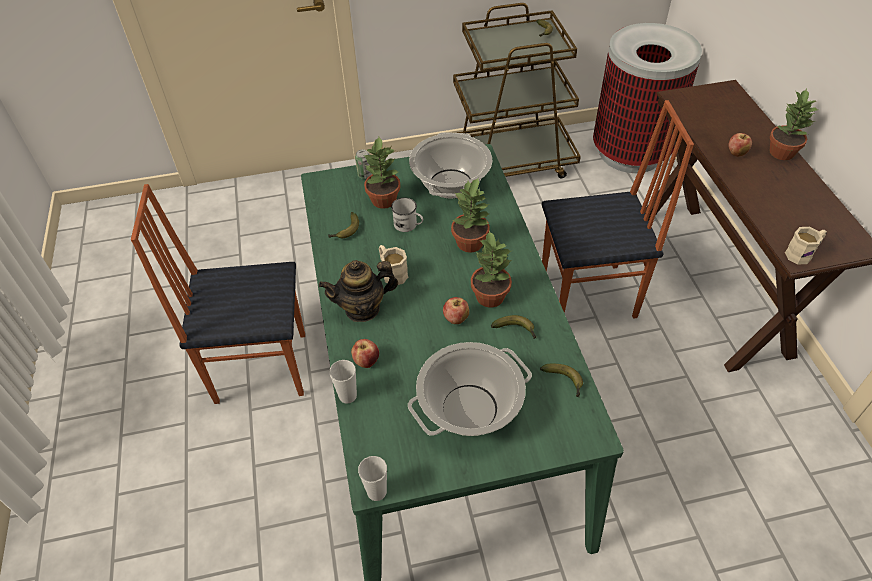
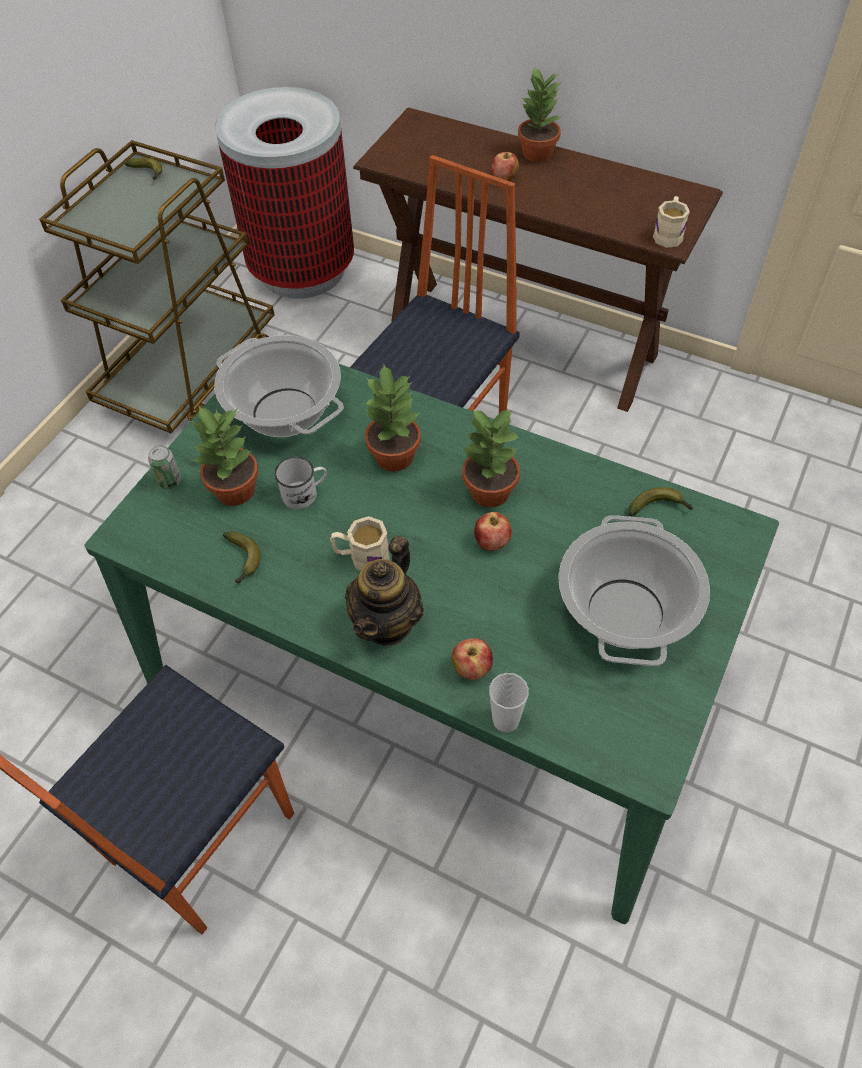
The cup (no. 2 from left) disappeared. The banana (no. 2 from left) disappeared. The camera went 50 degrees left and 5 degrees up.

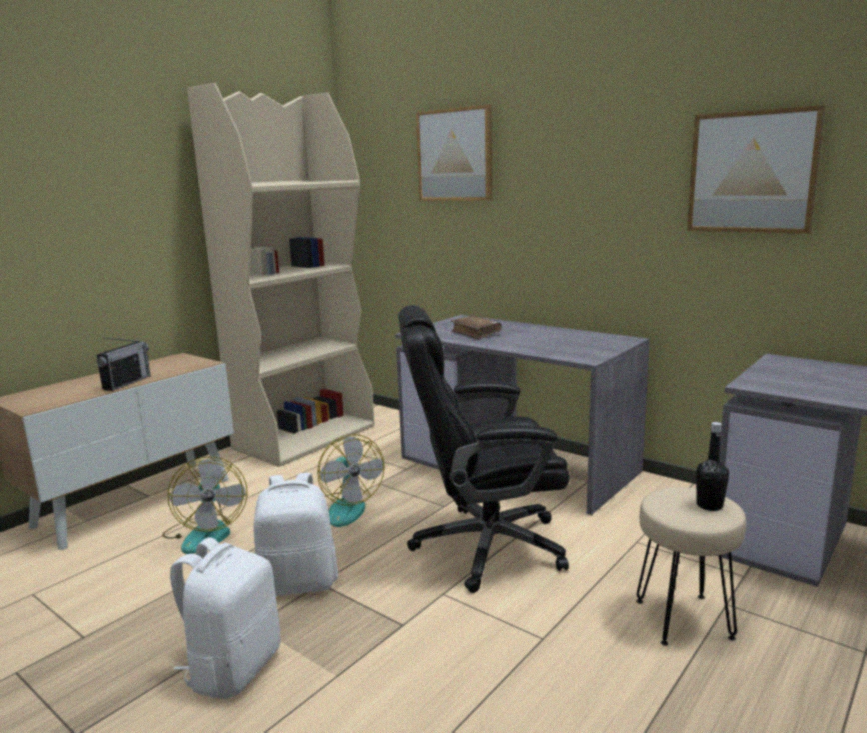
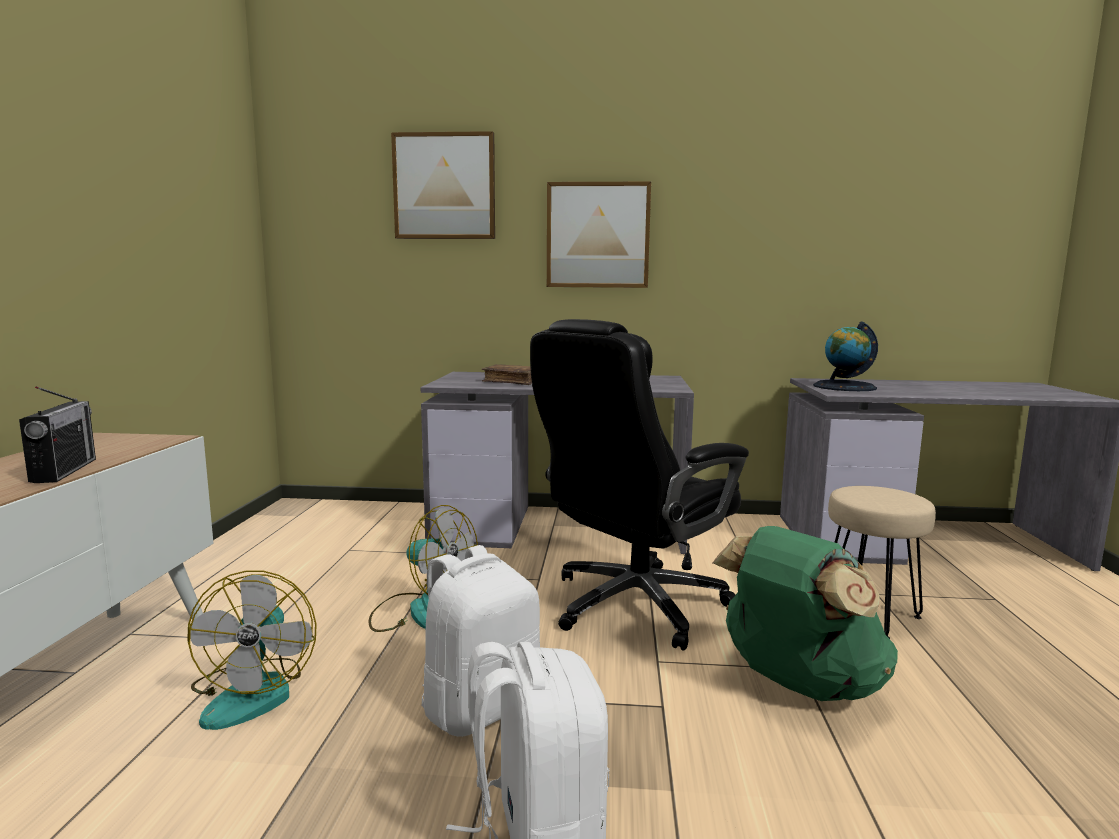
The beige bookcase disappeared. The black bottle disappeared. The green backpack appeared. The globe appeared. The picture (no. 2 from left) moved. The fan (no. 1 from left) turned 45 degrees clockwise. The camera went 35 degrees left and 5 degrees down.

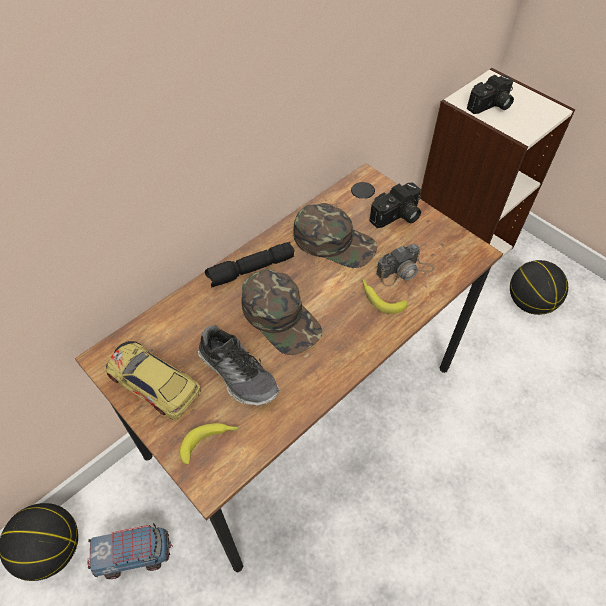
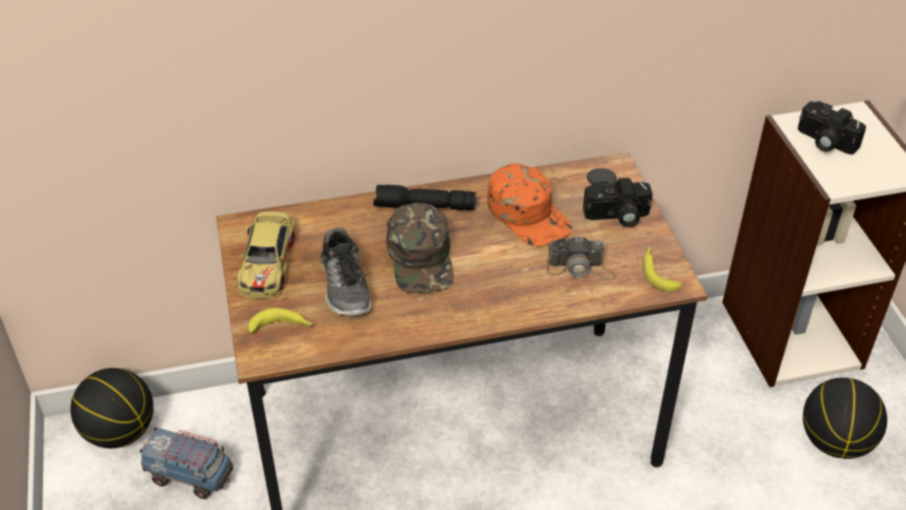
The banana (no. 2 from left) moved. The green cap (no. 2 from left) became the orange cap. The toy car turned 150 degrees counterclockwise. The photo camera (no. 3 from left) turned 45 degrees clockwise. The camera went 30 degrees right and 10 degrees down.

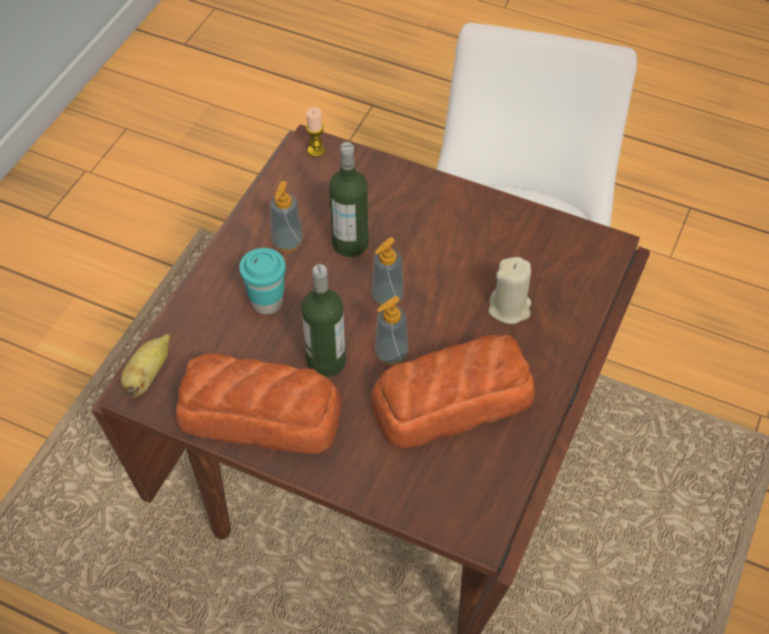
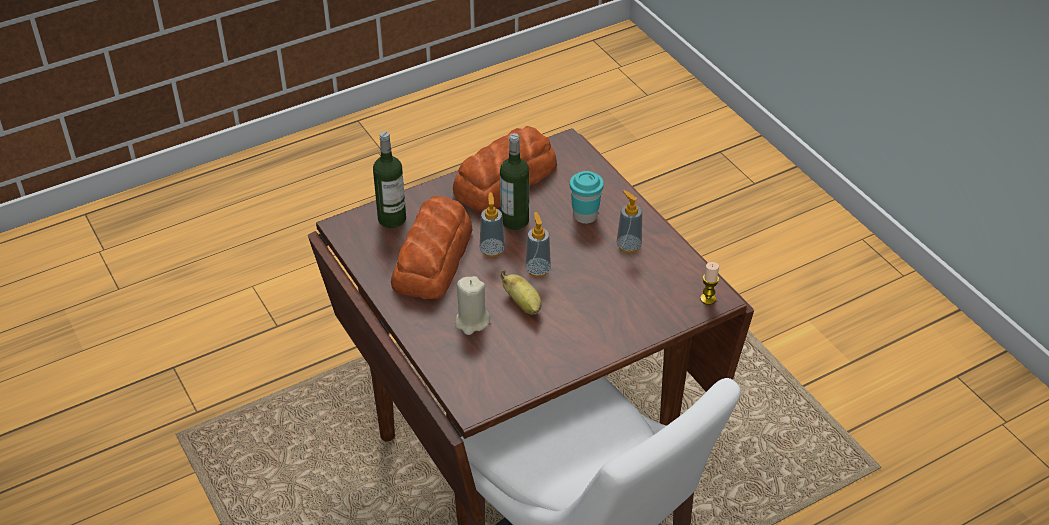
The banana moved. The bottle (no. 2 from left in the first image) moved. The camera went 125 degrees right and 10 degrees down.

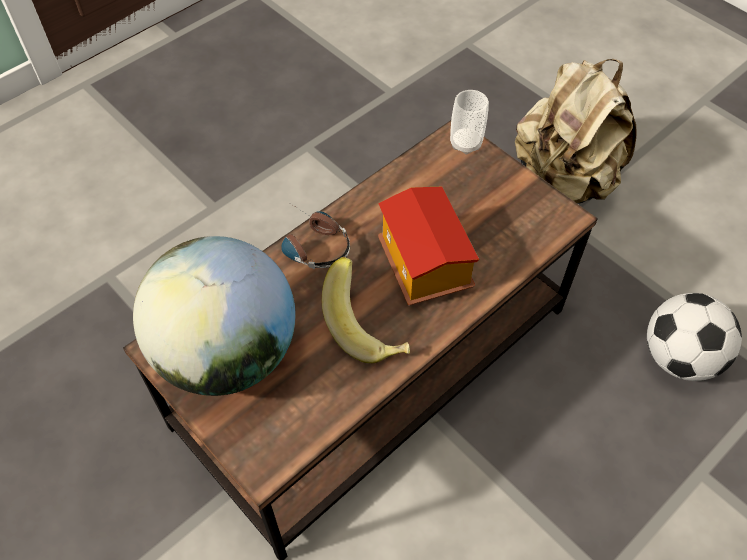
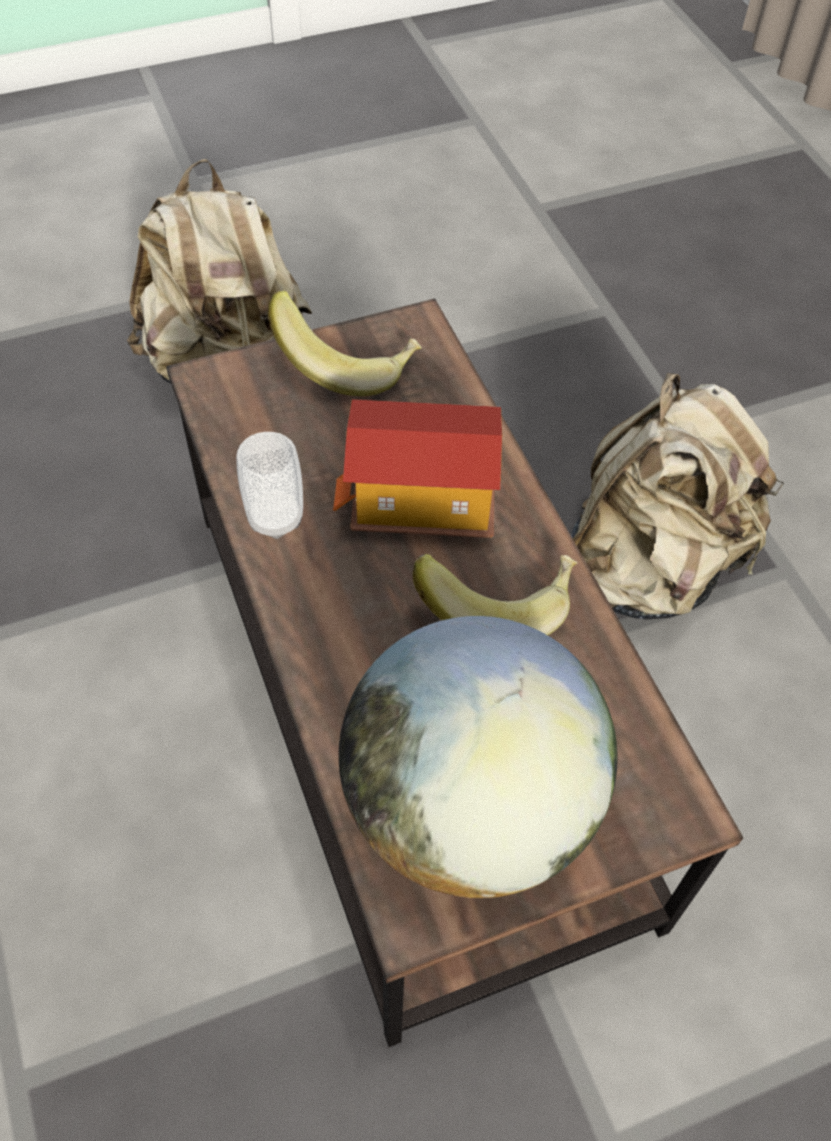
The headphones disappeared. The football disappeared. The banana (no. 1 from left) appeared. The beige backpack (no. 2 from left) appeared. The cup moved. The camera went 70 degrees left and 0 degrees up.

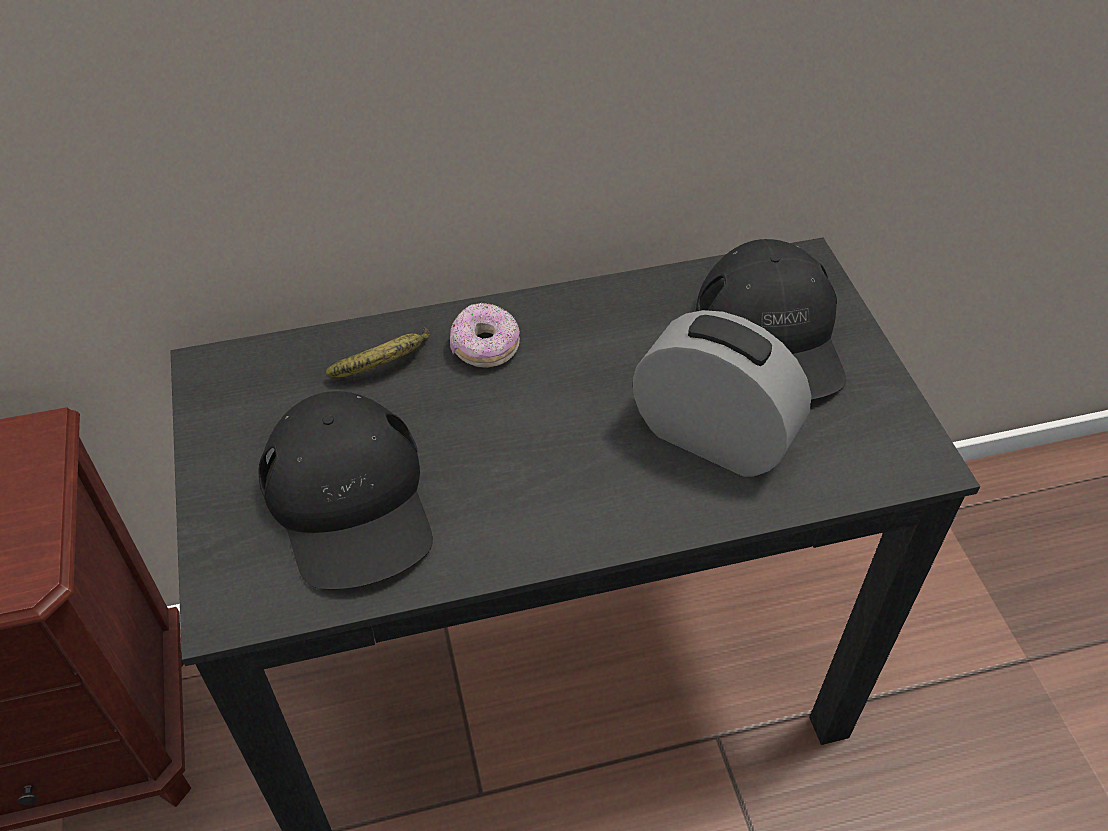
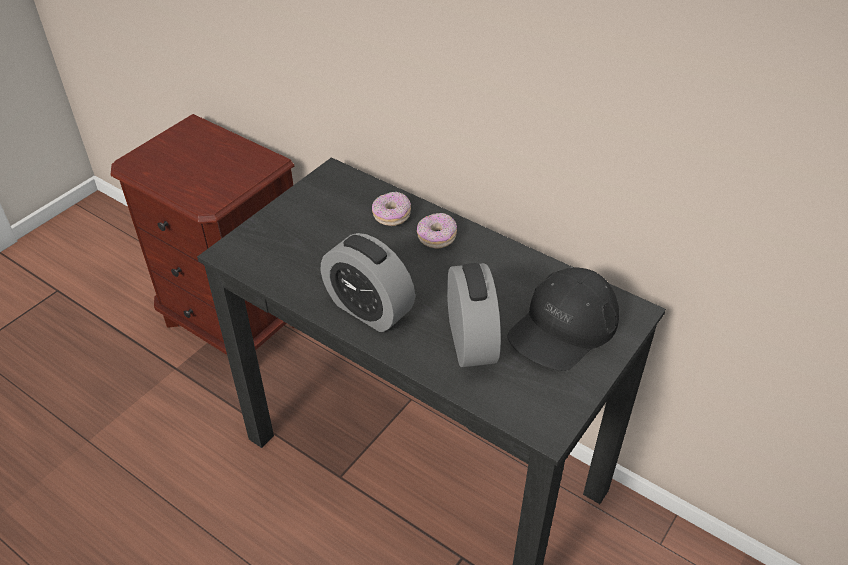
The black cap (no. 1 from left) disappeared. The alarm clock (no. 1 from left) appeared. The banana was replaced by the donut (no. 1 from left). The camera went 50 degrees right and 5 degrees down.

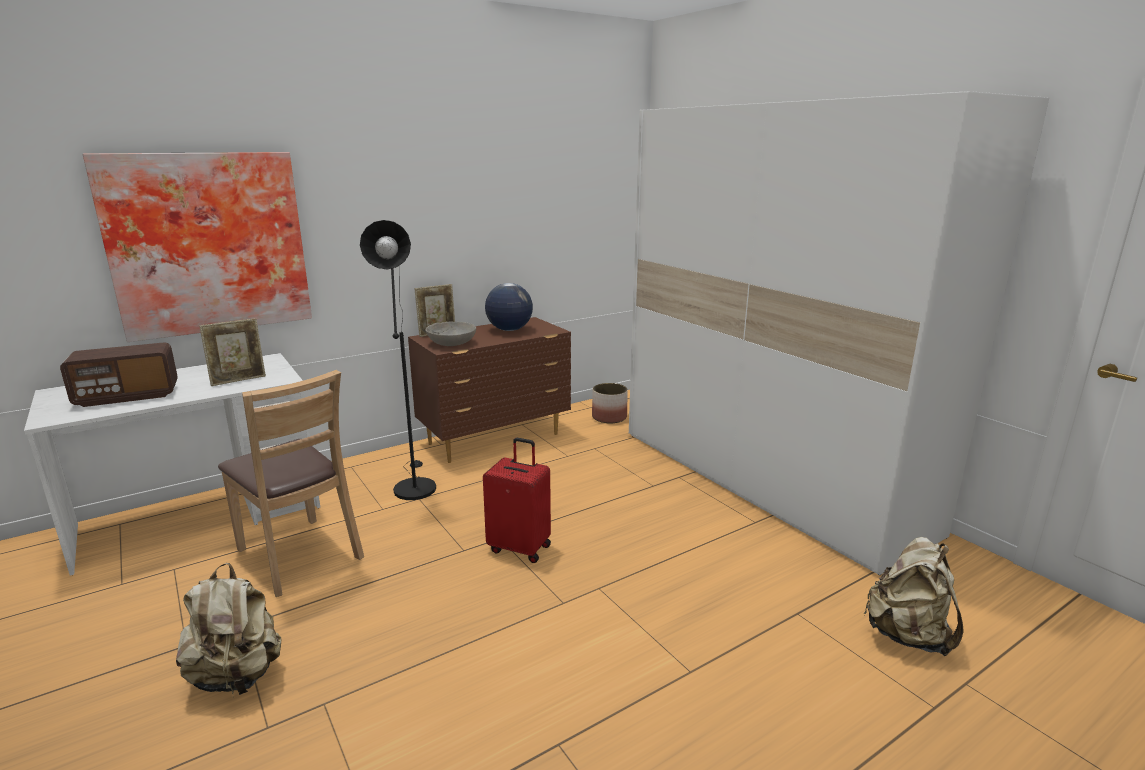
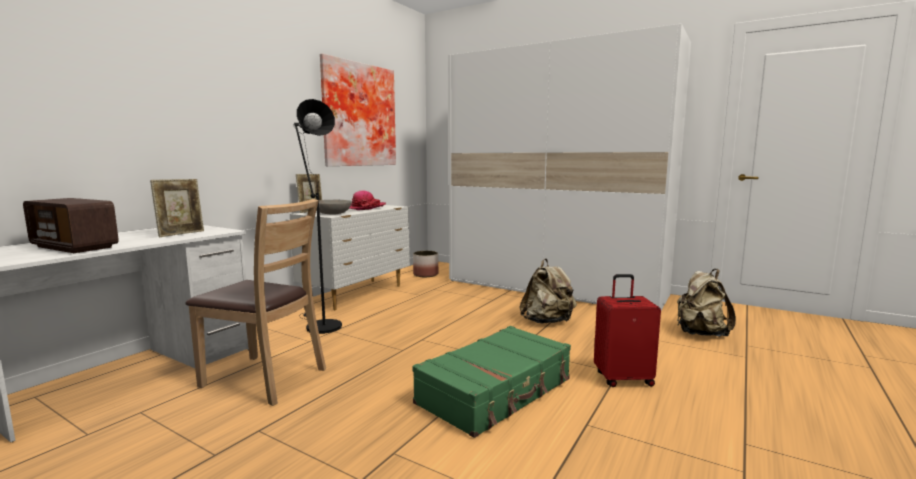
The green suitcase appeared. The picture moved. The beige backpack (no. 1 from left) moved. The red suitcase moved. The globe was replaced by the hat. The brown dresser became the white dresser. The radio turned 75 degrees clockwise. The camera went 25 degrees left and 10 degrees down.

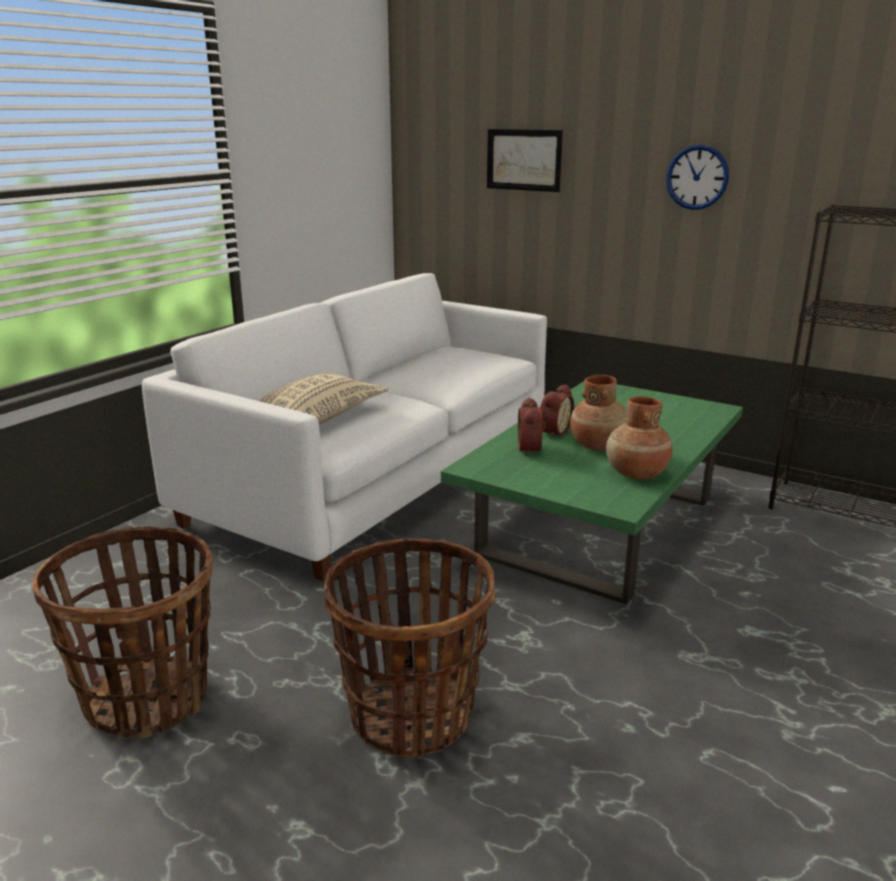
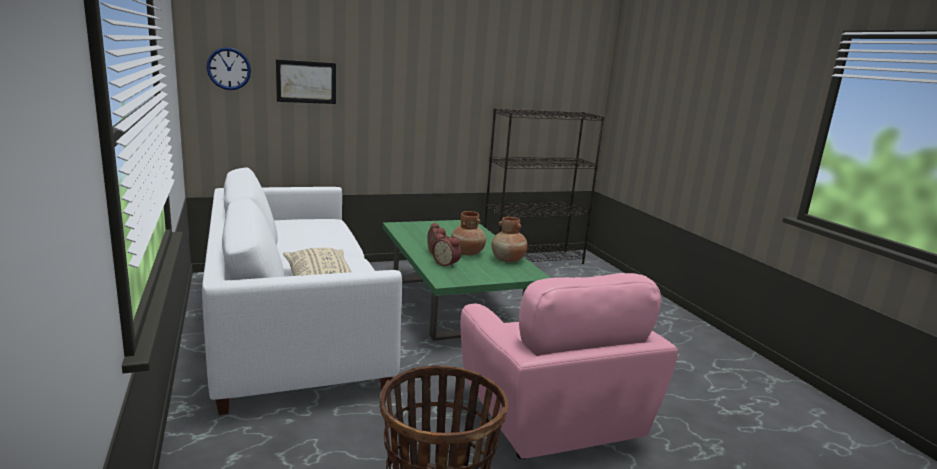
The wall clock moved. The basket (no. 2 from left) was replaced by the pink armchair. The camera went 55 degrees left and 5 degrees down.

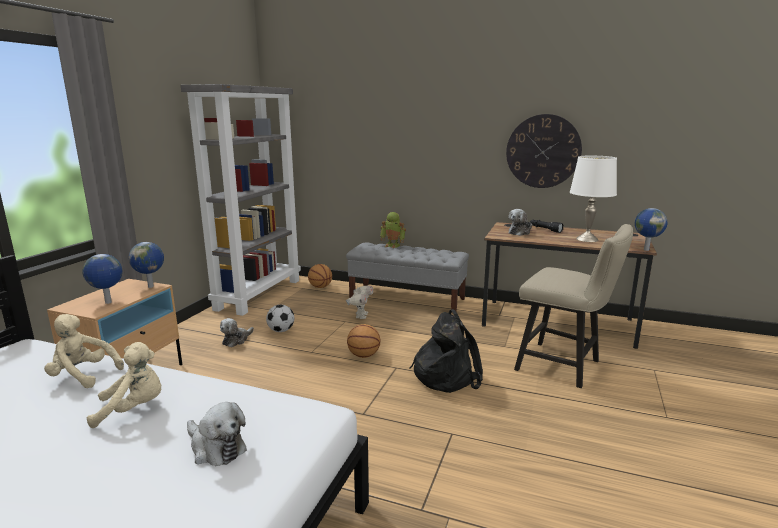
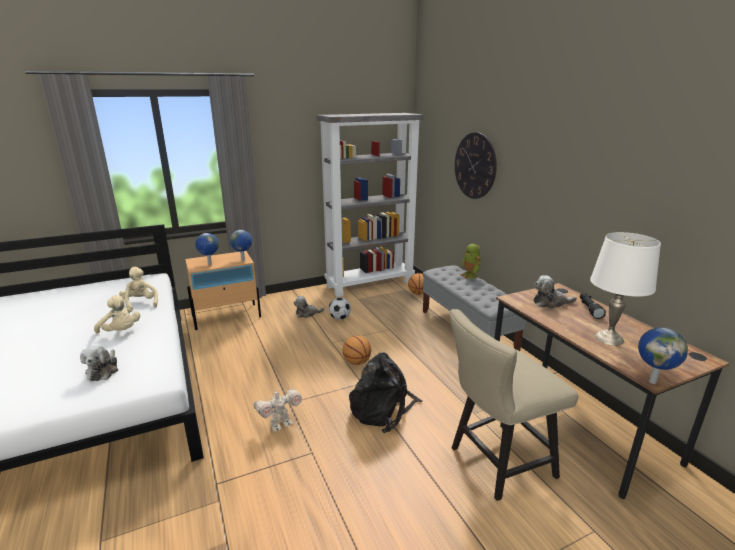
The toy robot (no. 1 from left) moved. The wall clock moved. The beige chair turned 75 degrees clockwise. The camera went 45 degrees right and 5 degrees up.

